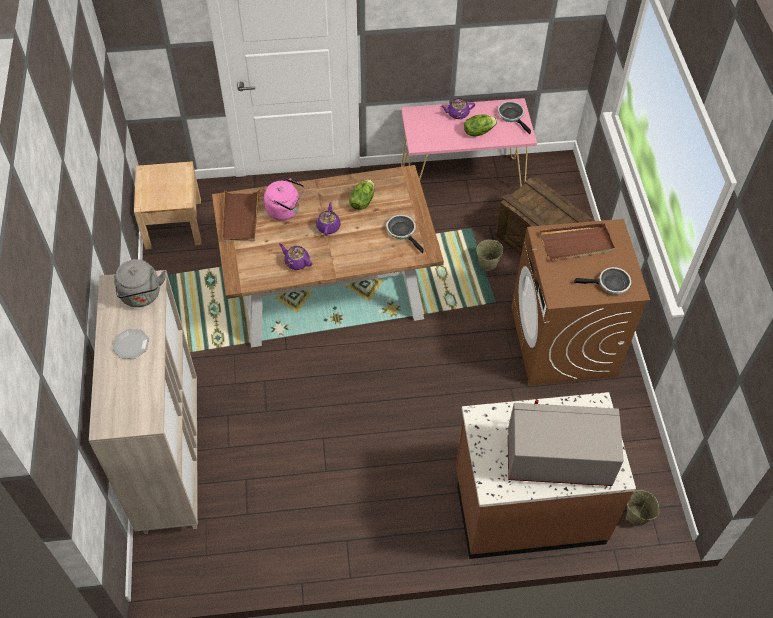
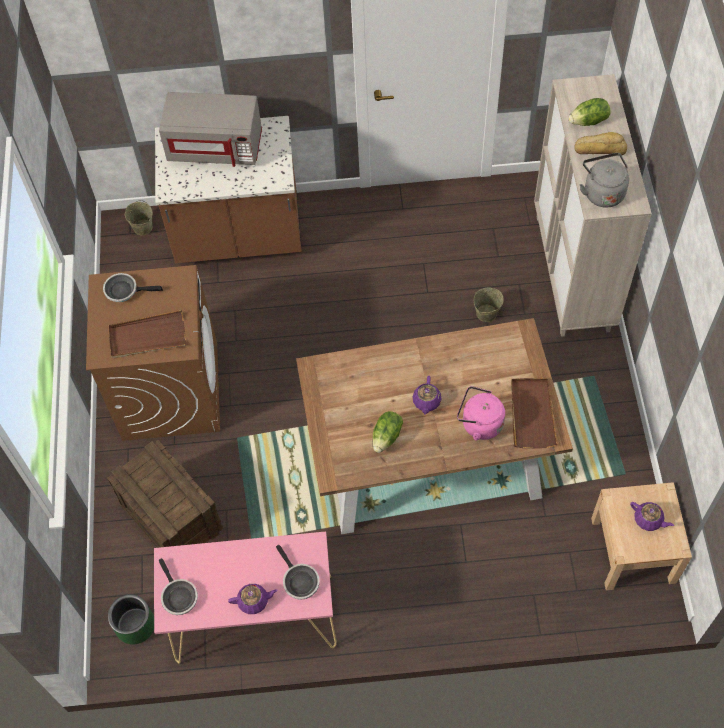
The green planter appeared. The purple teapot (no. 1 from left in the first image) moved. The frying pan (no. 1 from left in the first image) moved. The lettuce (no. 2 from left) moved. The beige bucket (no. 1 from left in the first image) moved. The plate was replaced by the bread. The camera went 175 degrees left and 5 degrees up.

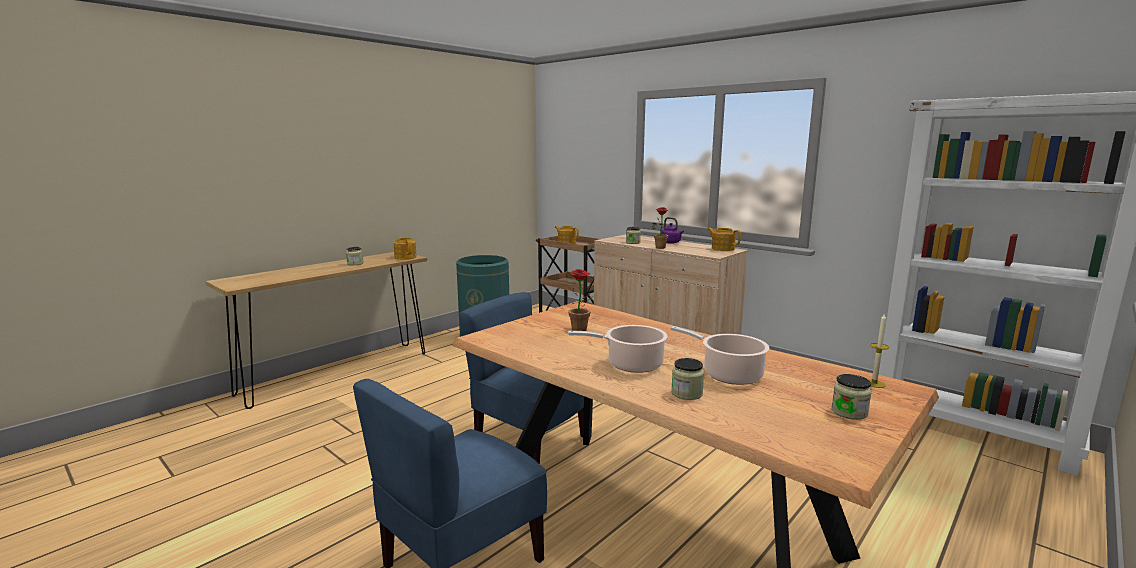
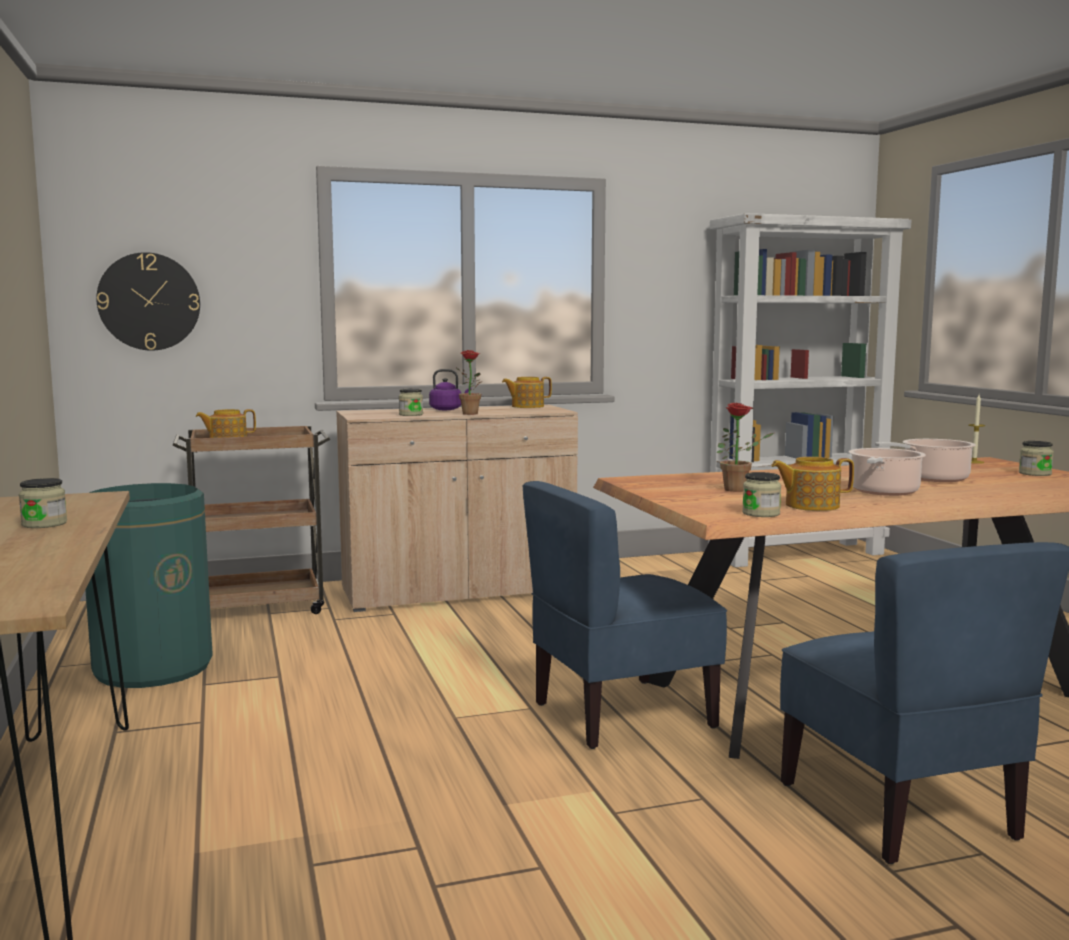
The wall clock appeared. The teapot (no. 1 from left in the first image) moved. The jar (no. 3 from left) moved. The camera went 60 degrees left and 5 degrees down.

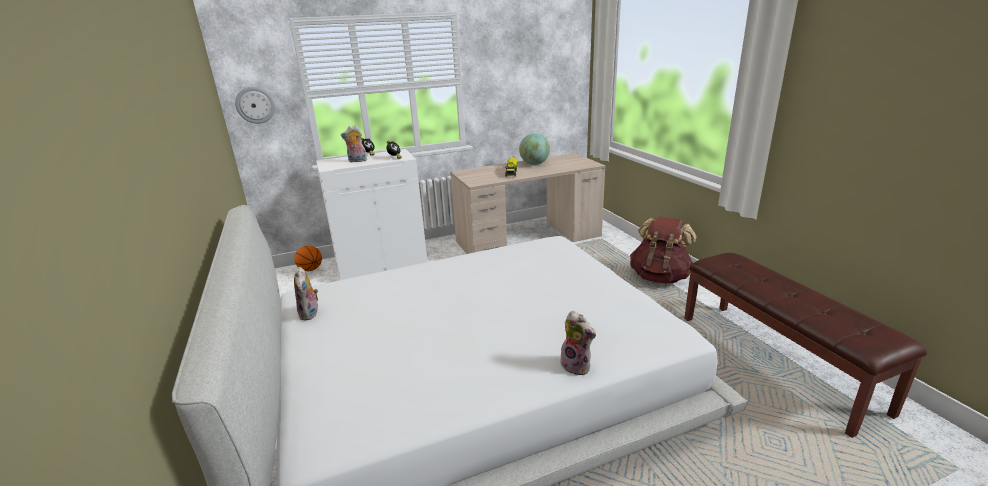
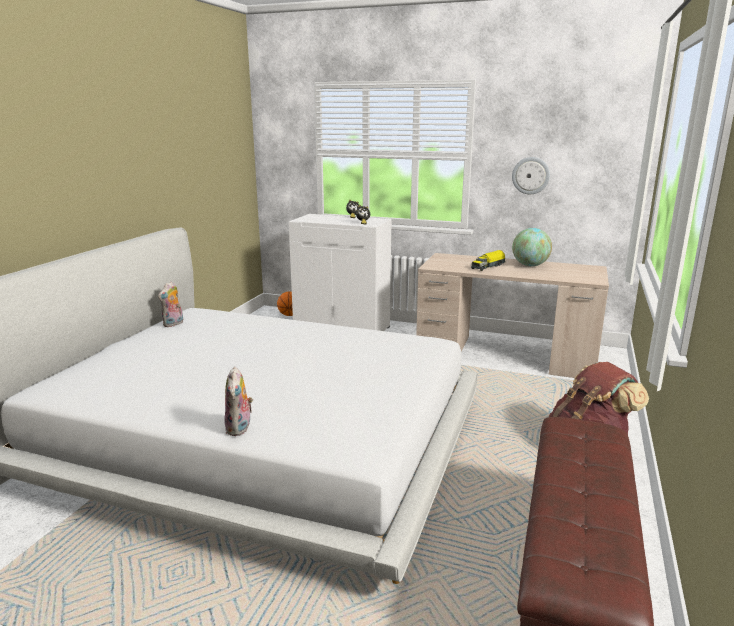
The plush toy (no. 2 from left) disappeared. The wall clock moved. The camera went 40 degrees right and 5 degrees down.

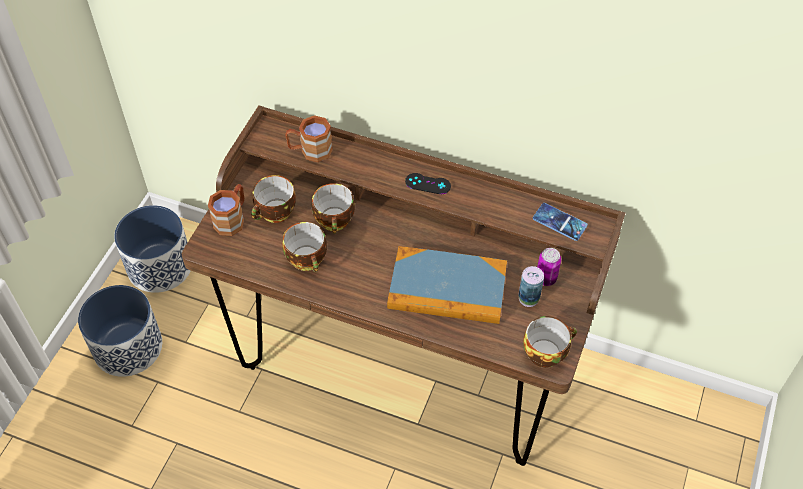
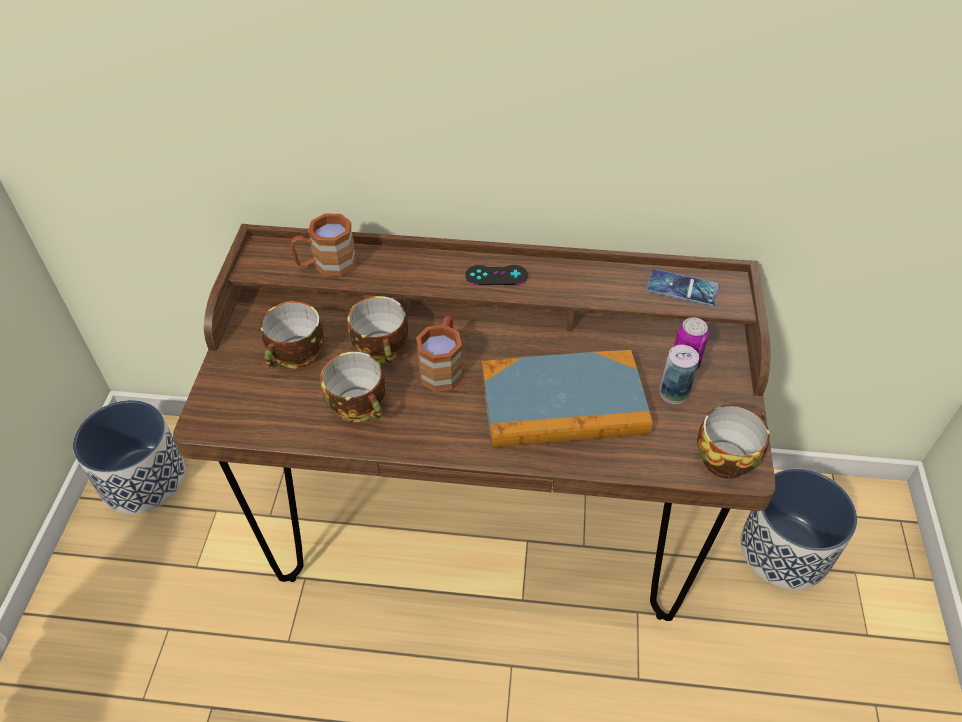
The planter (no. 1 from left in the first image) moved. The brown mug (no. 1 from left in the first image) moved. The camera went 15 degrees left and 5 degrees down.

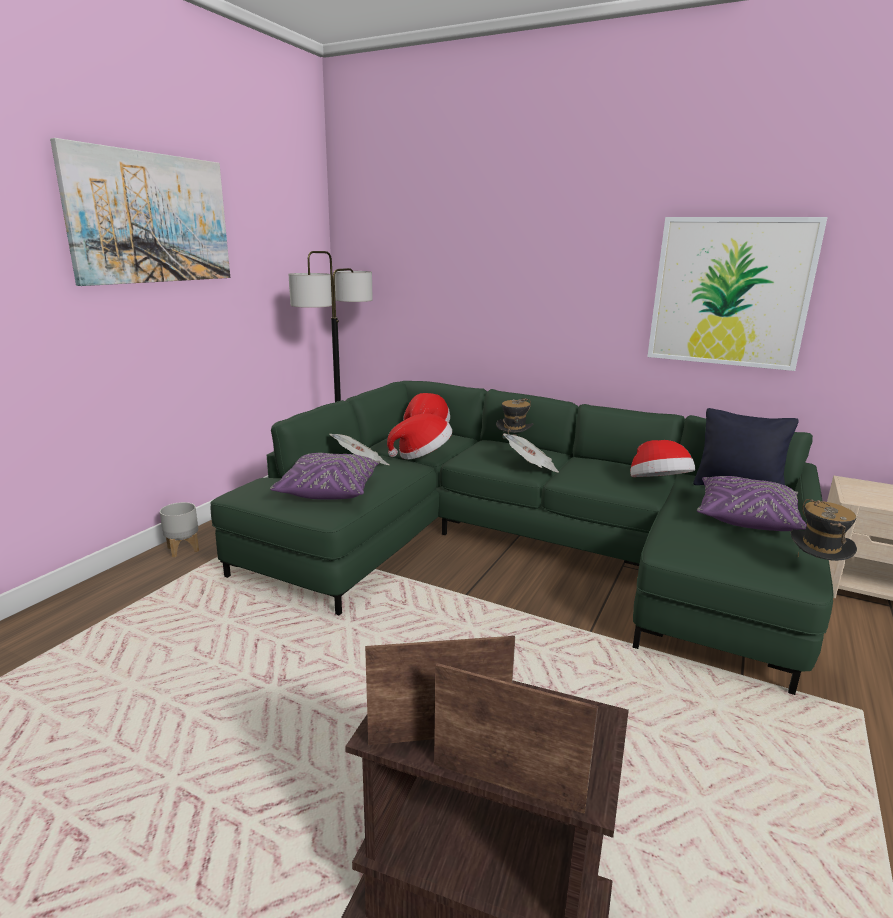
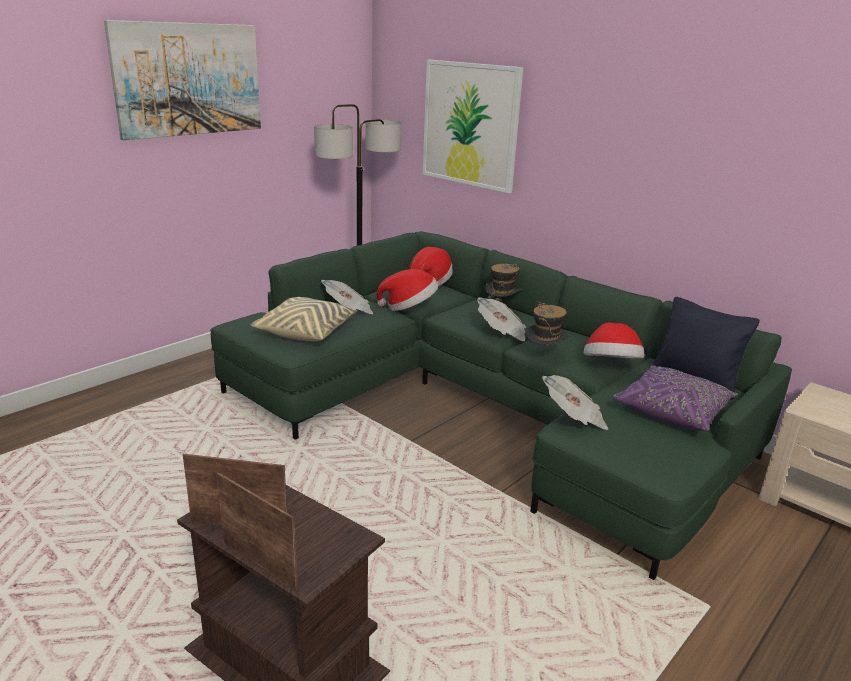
The grey planter disappeared. The newspaper (no. 3 from left) appeared. The picture (no. 2 from left) moved. The hat (no. 5 from left in the first image) moved. The purple pillow (no. 1 from left) became the beige pillow. The camera went 15 degrees right and 5 degrees up.

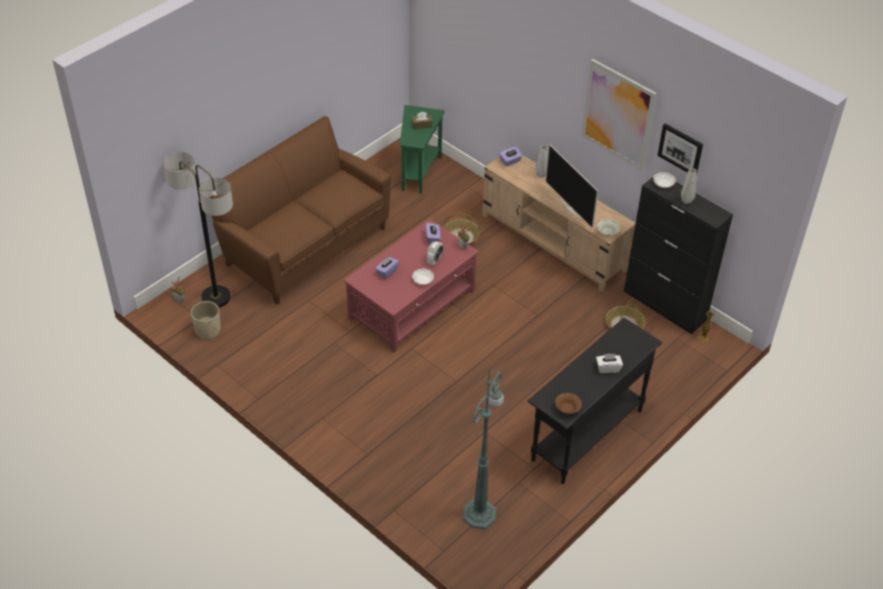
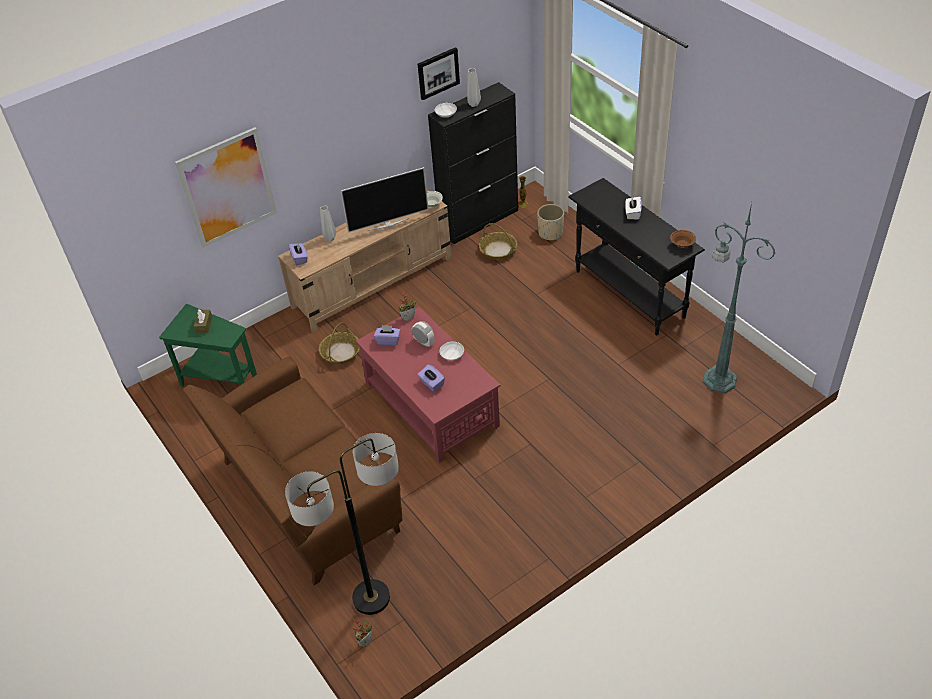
The beige planter moved. The picture (no. 1 from left) moved. The camera went 75 degrees left and 0 degrees up.

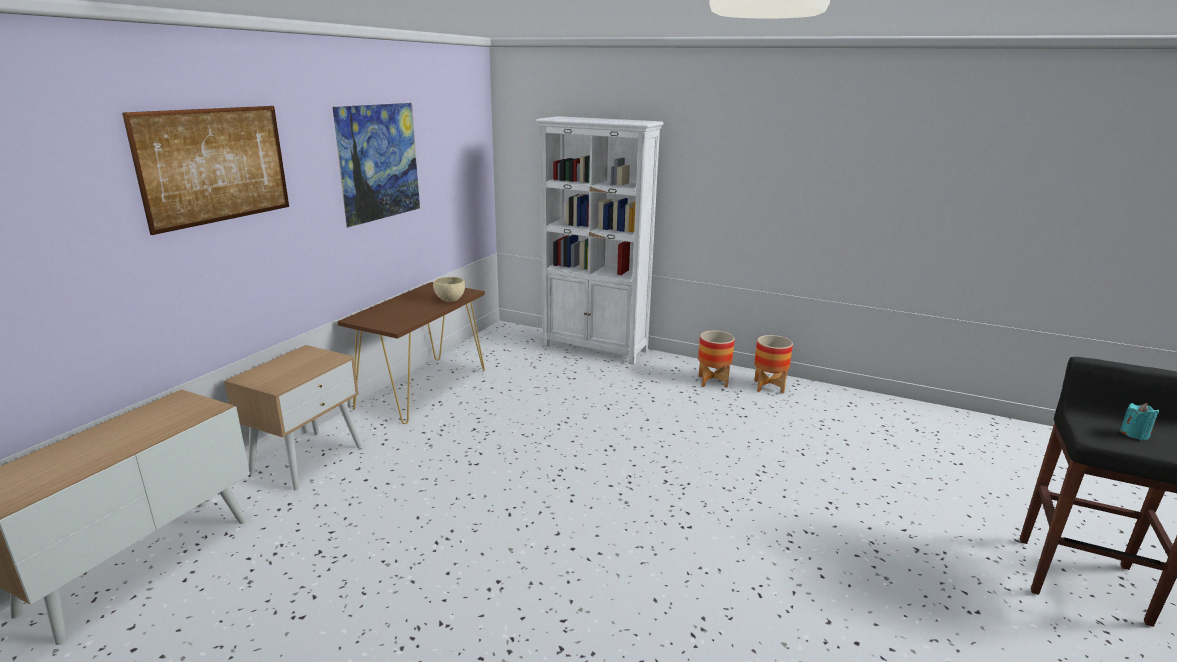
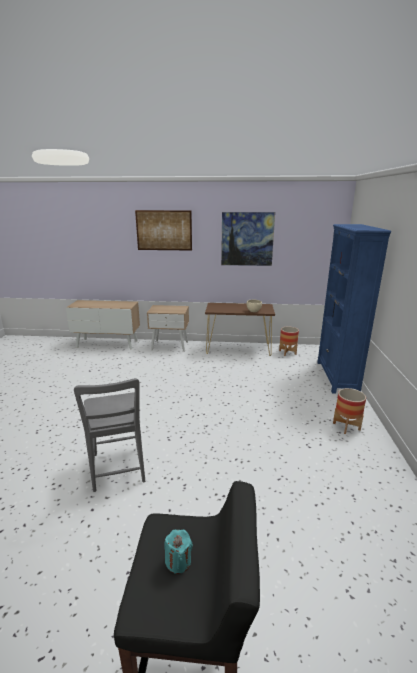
The grey chair appeared. The planter (no. 2 from left in the first image) moved. The white bookcase became the blue bookcase. The camera went 70 degrees right and 0 degrees up.

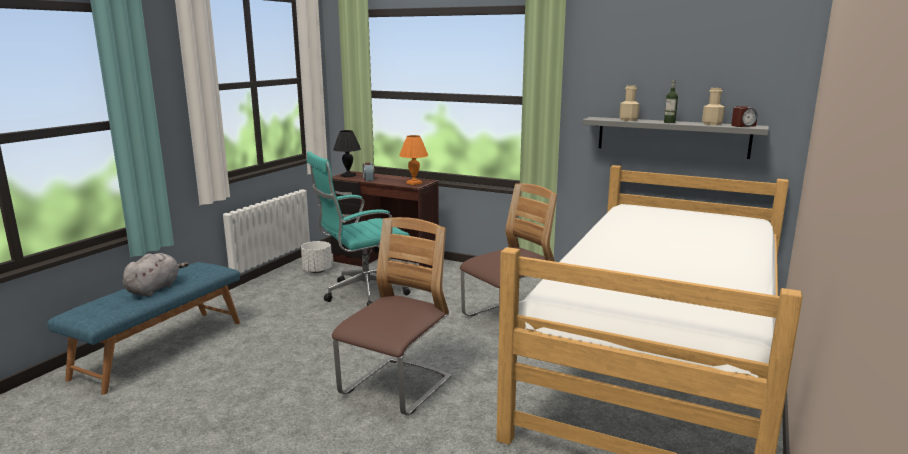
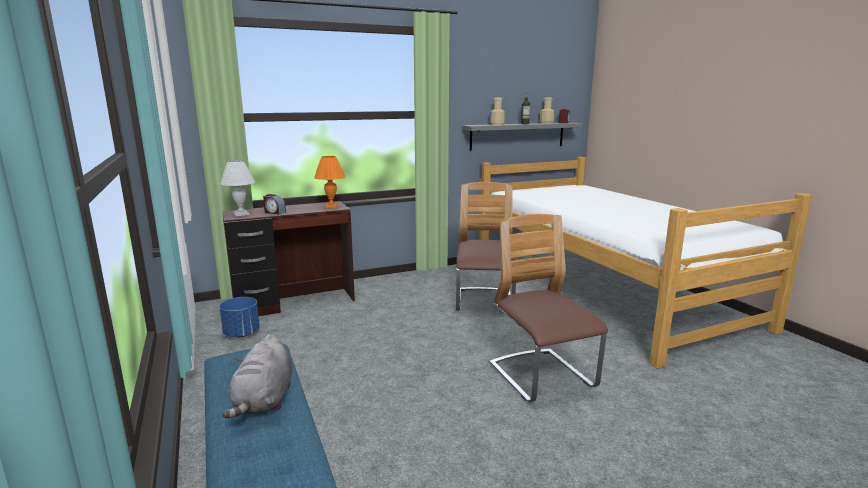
The turquoise office chair disappeared. The white planter became the blue planter. The black table lamp became the white table lamp. The grey plush toy turned 150 degrees counterclockwise. The camera went 50 degrees left and 0 degrees up.

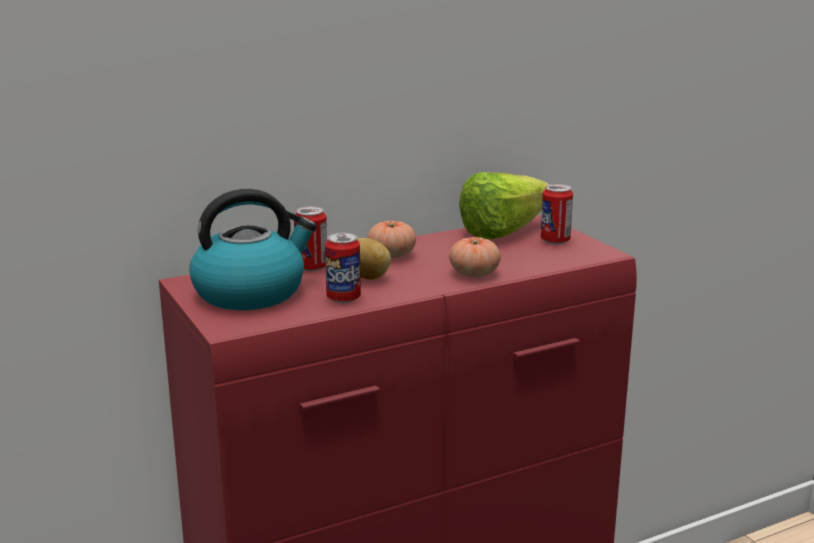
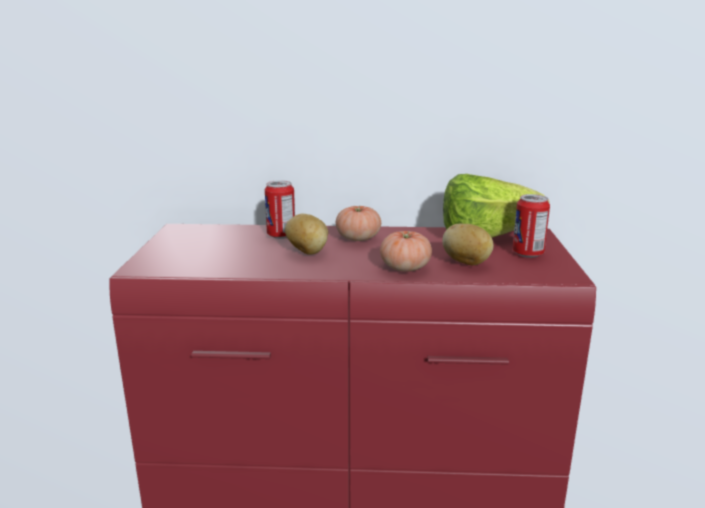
The kettle disappeared. The can (no. 2 from left) disappeared. The potato (no. 2 from left) appeared. The camera went 30 degrees right and 0 degrees up.

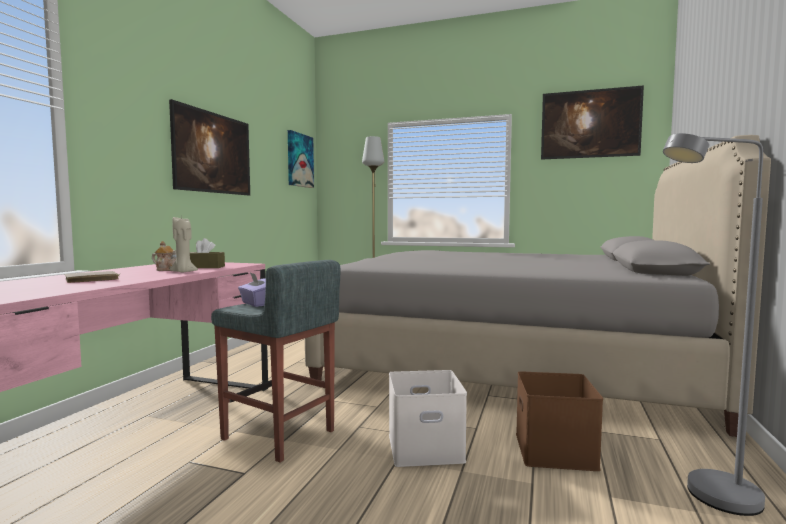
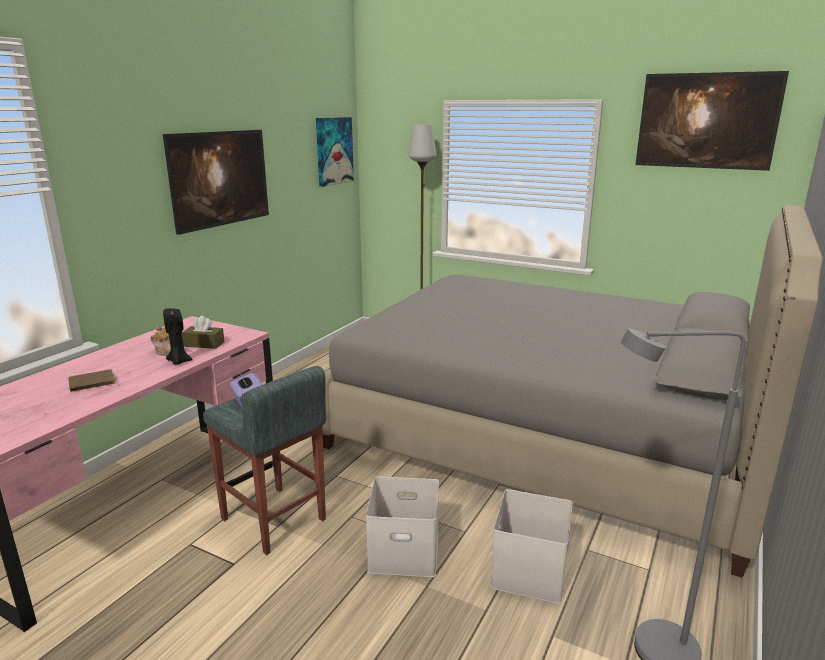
The beige candle became the black candle. The brown storage box became the white storage box (no. 2 from left). The camera went 10 degrees right and 15 degrees up.

